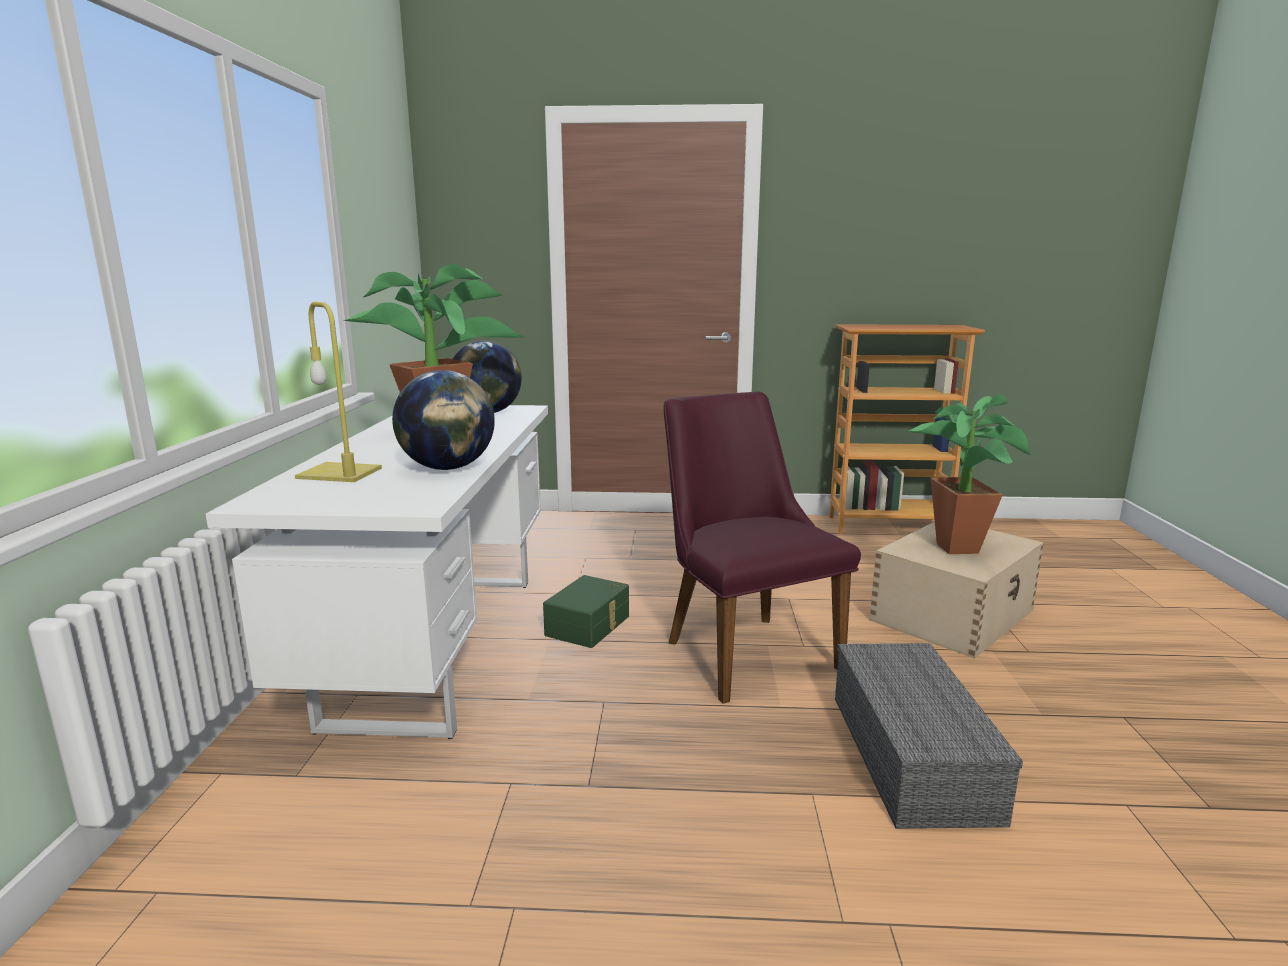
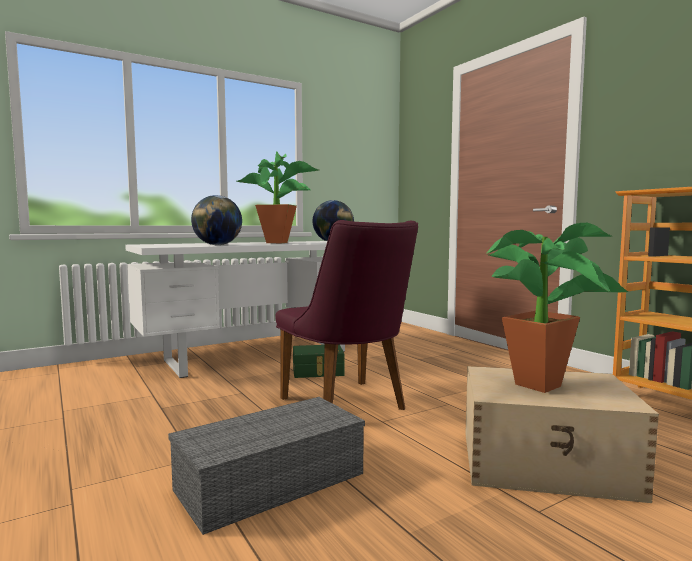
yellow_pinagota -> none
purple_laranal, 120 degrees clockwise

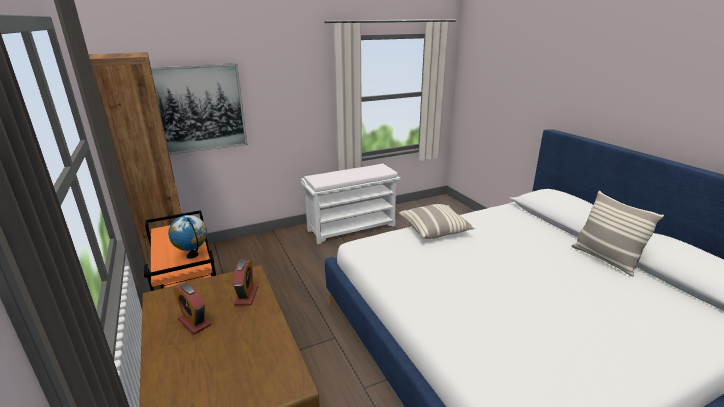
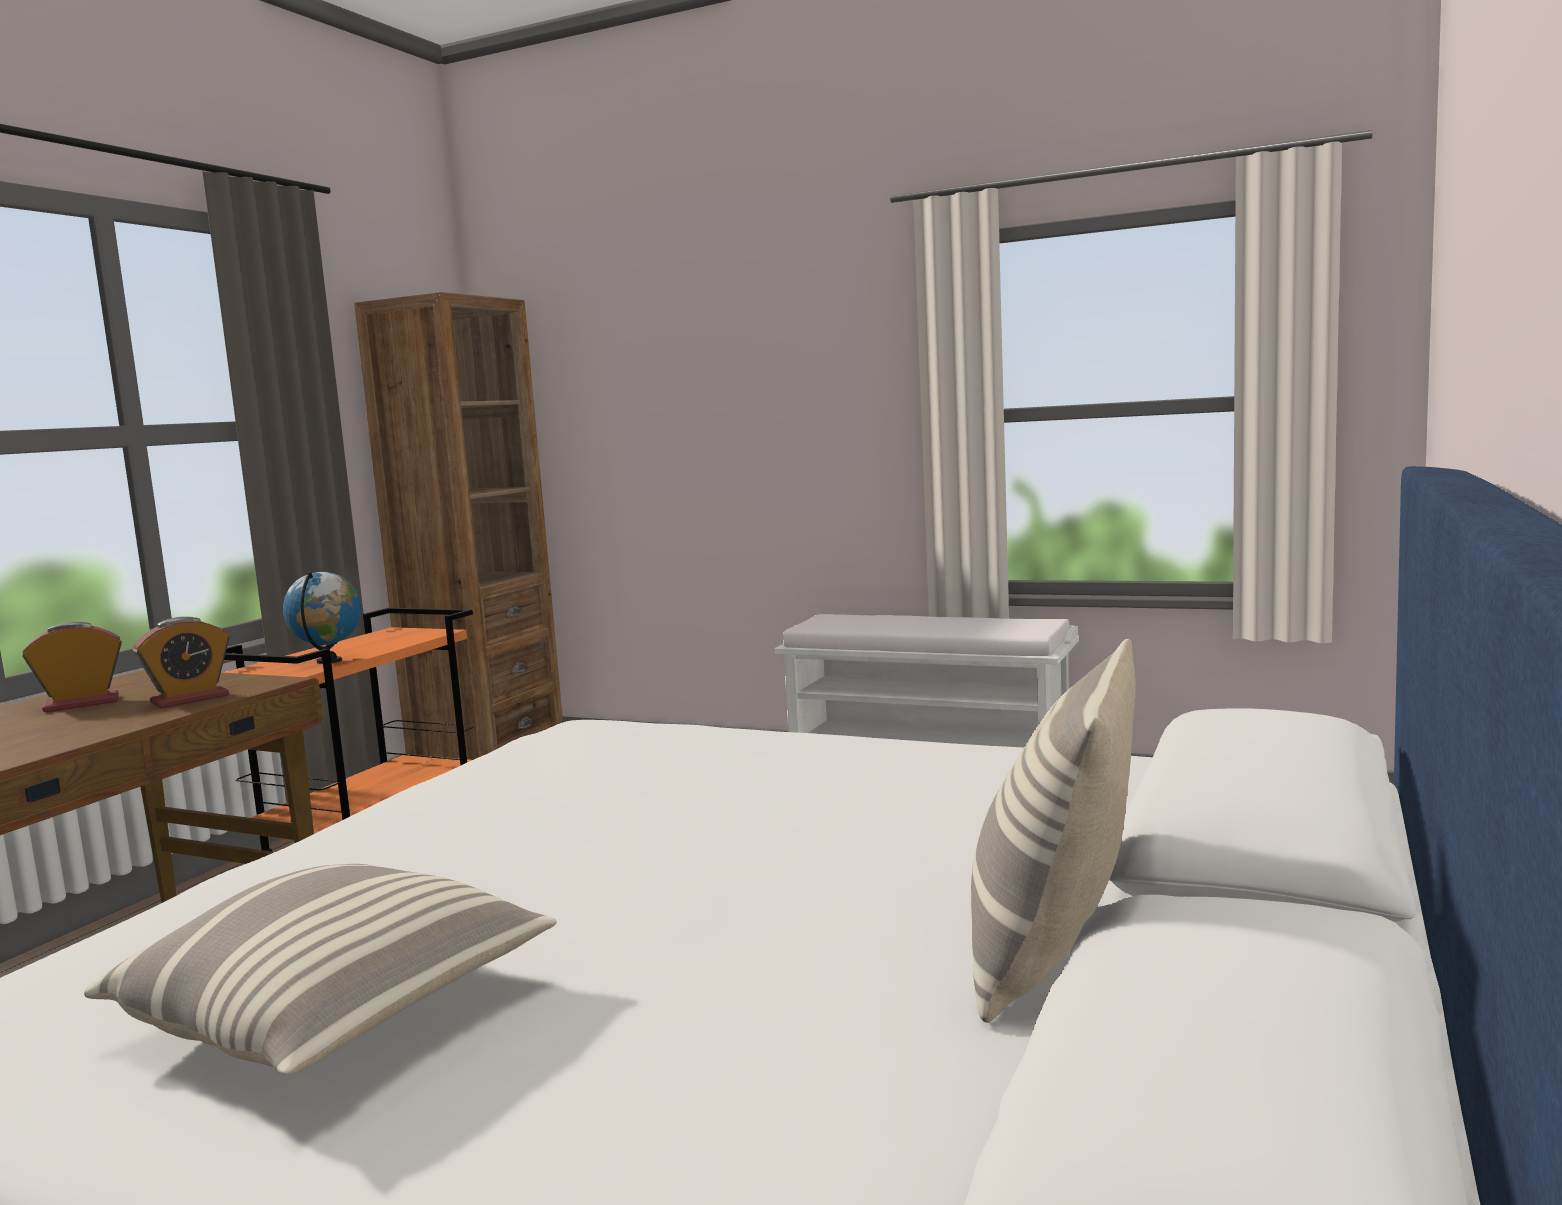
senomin -> none
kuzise (no. 1 from left), relocated
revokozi (no. 1 from left), 60 degrees clockwise

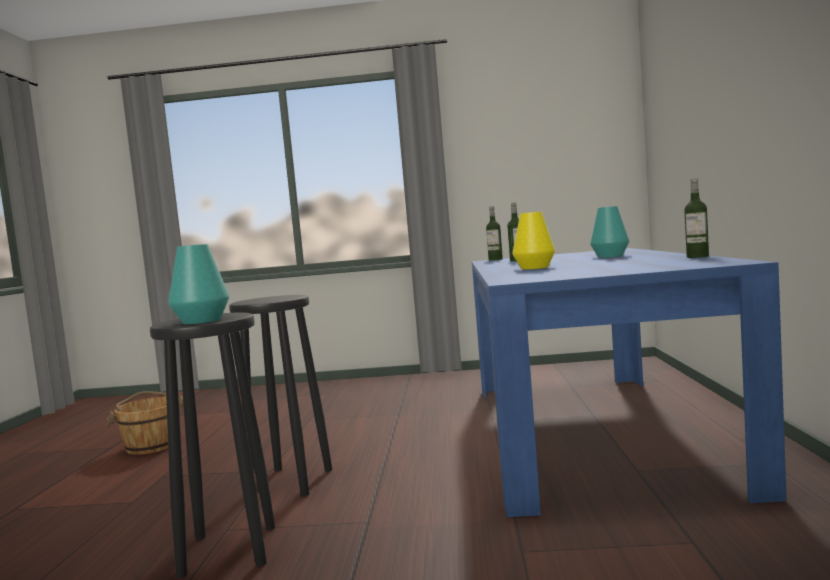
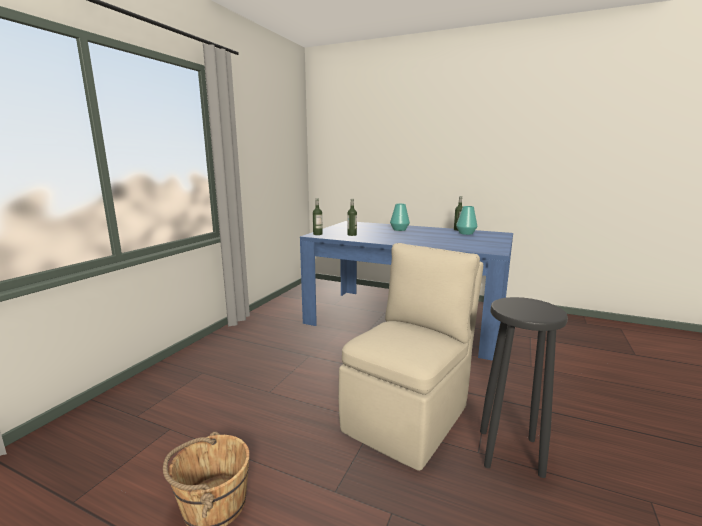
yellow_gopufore -> none
turquoise_gopufore (no. 1 from left in the first image) -> turquoise_gopufore (no. 2 from left), relocated
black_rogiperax (no. 2 from left) -> beige_laranal

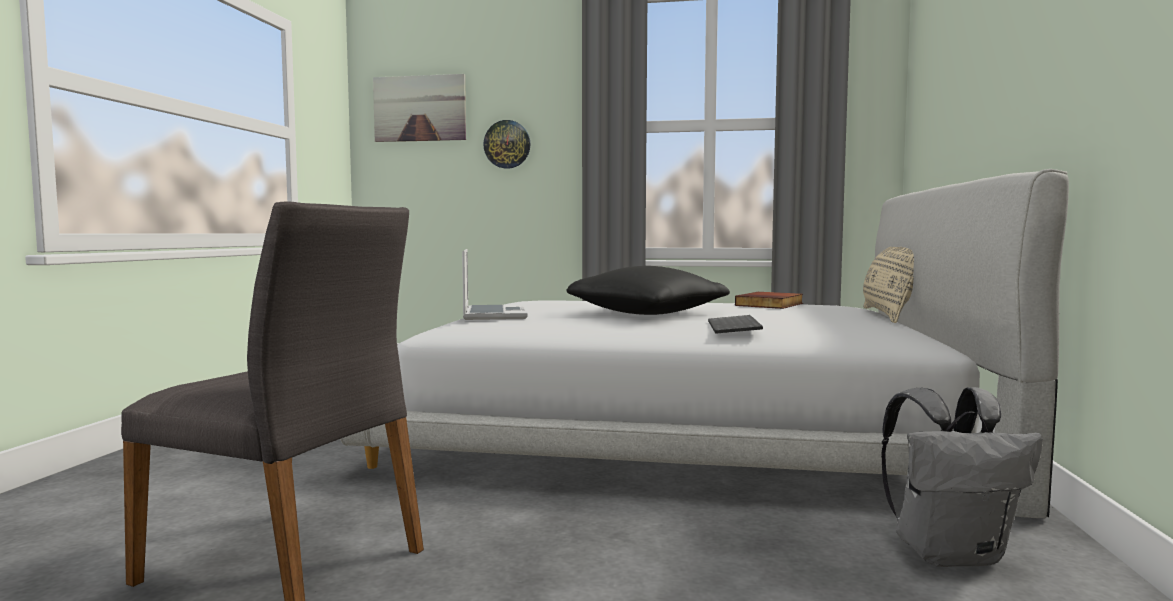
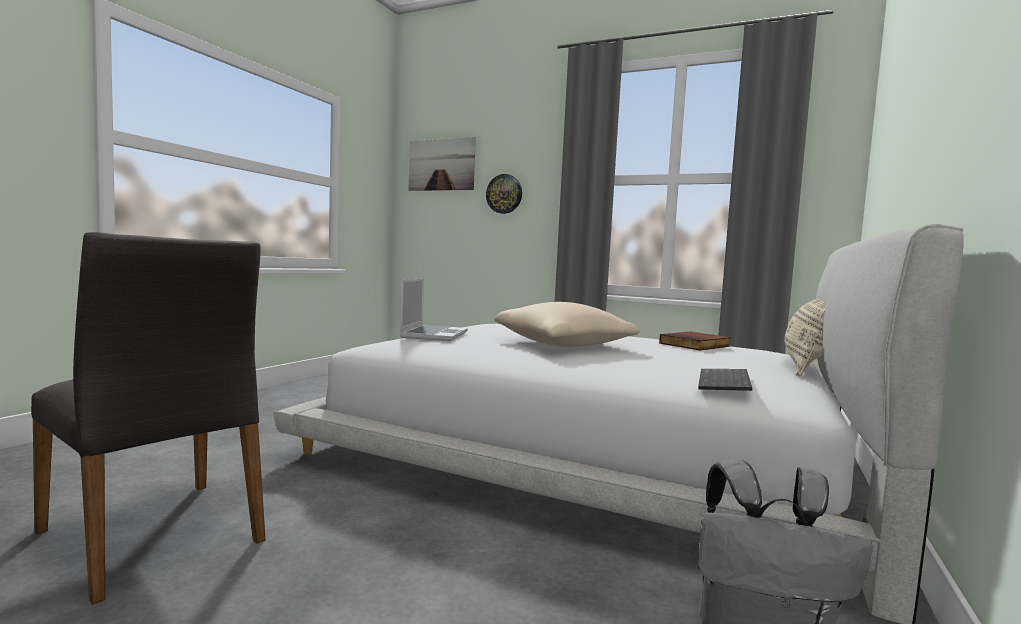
black_kuzise -> beige_kuzise (no. 1 from left)
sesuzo, relocated

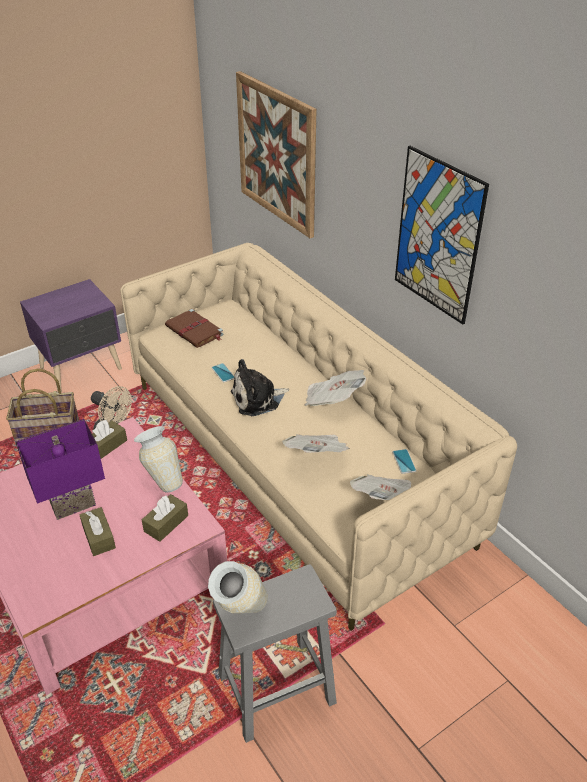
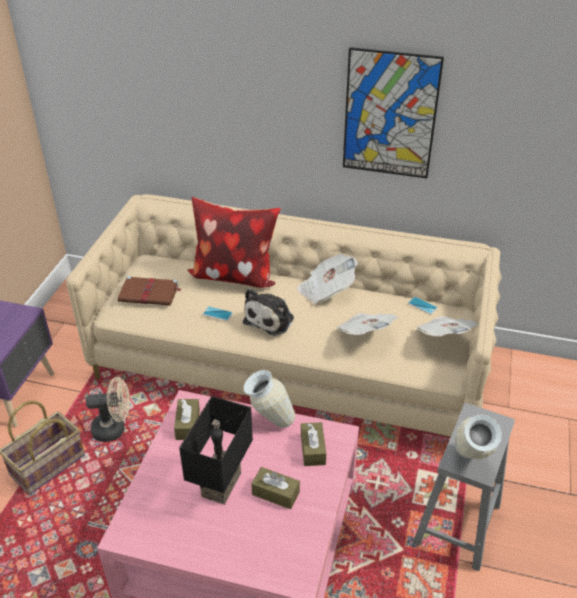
senomin (no. 1 from left) -> none
purple_pinagota -> black_pinagota
none -> kuzise

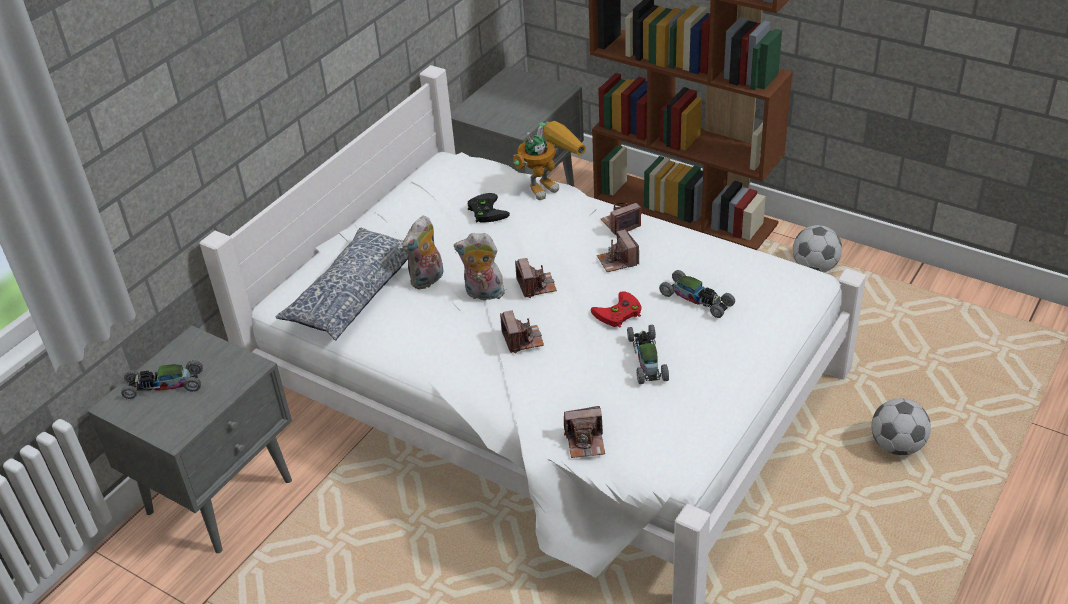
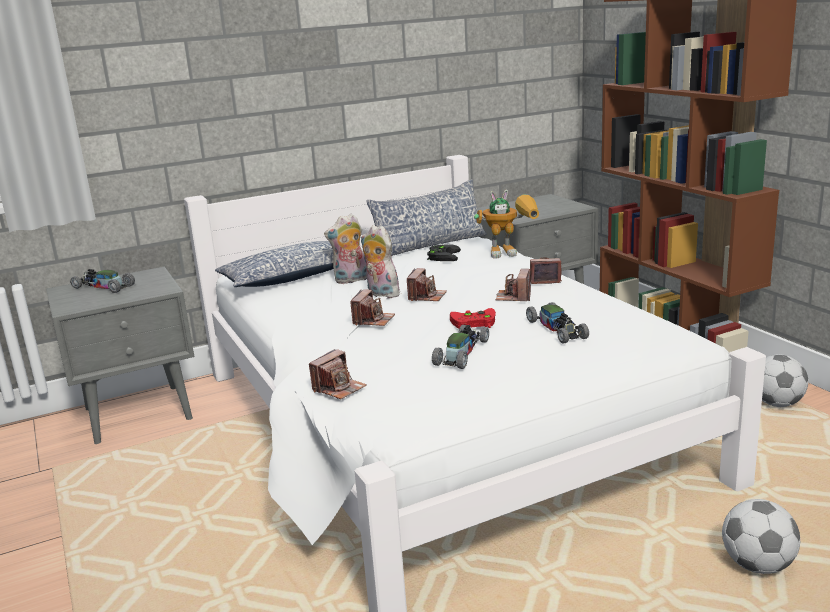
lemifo (no. 3 from left in the first image) -> lemifo (no. 1 from left), 75 degrees counterclockwise
none -> kuzise (no. 2 from left)

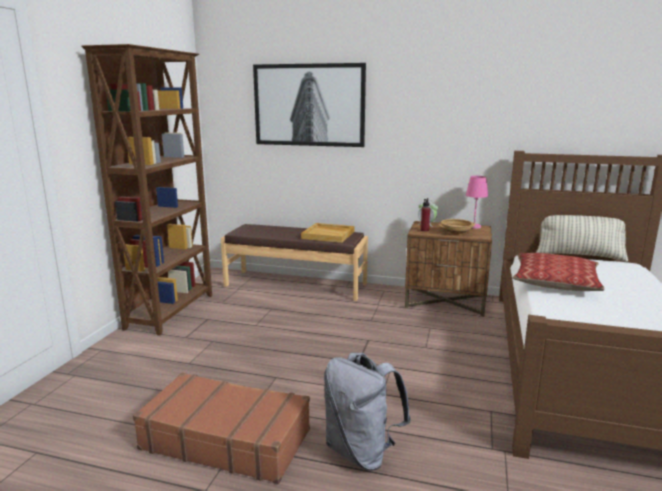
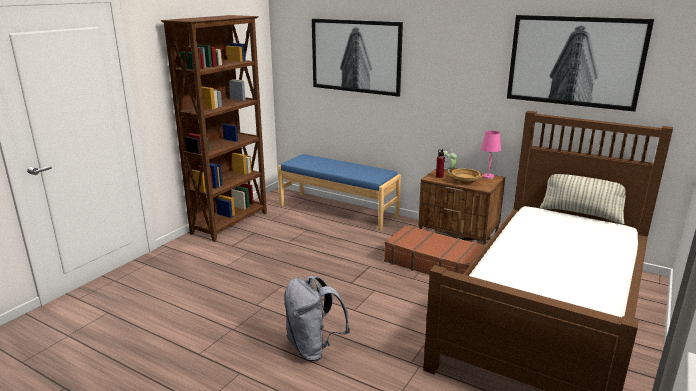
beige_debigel -> none
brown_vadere -> blue_vadere
kuzise (no. 1 from left) -> none
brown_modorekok, relocated
none -> senomin (no. 2 from left)

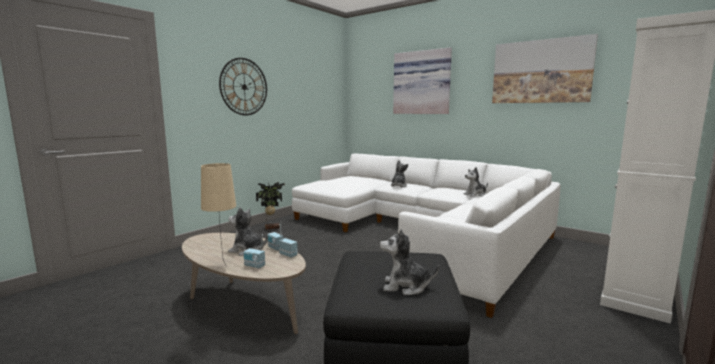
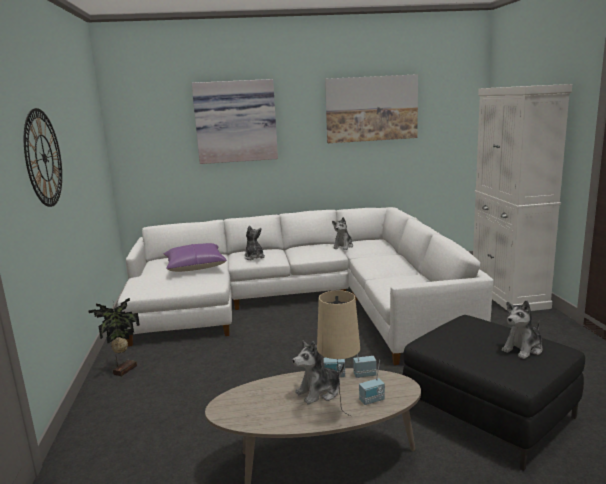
none -> purple_kuzise

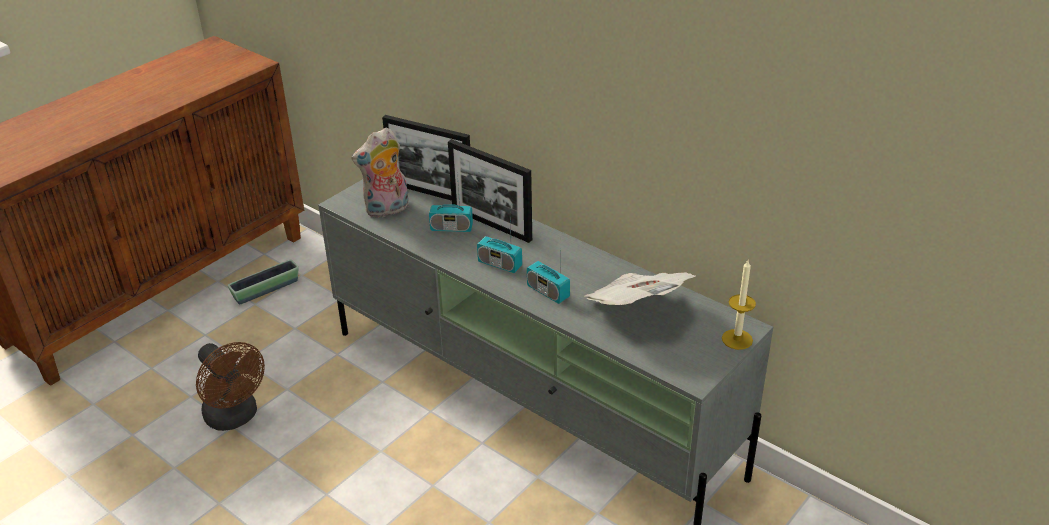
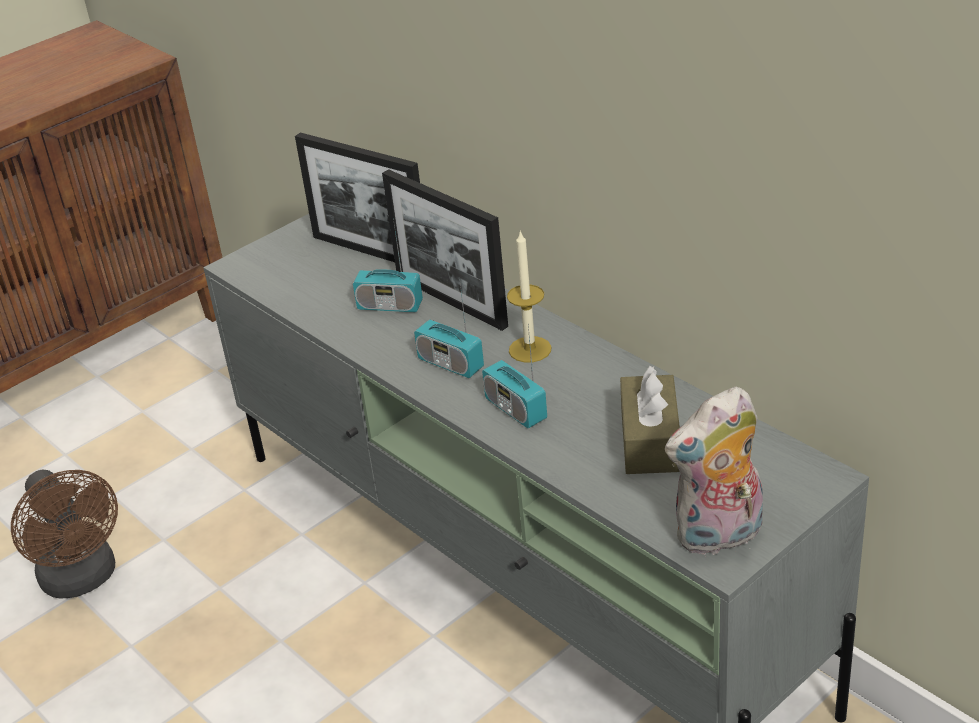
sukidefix, relocated
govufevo -> none
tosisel, relocated
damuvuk -> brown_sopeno

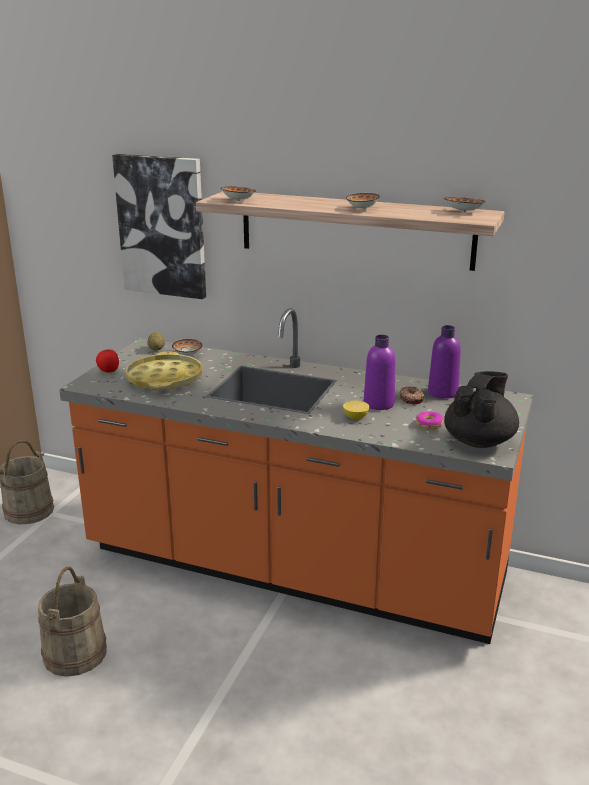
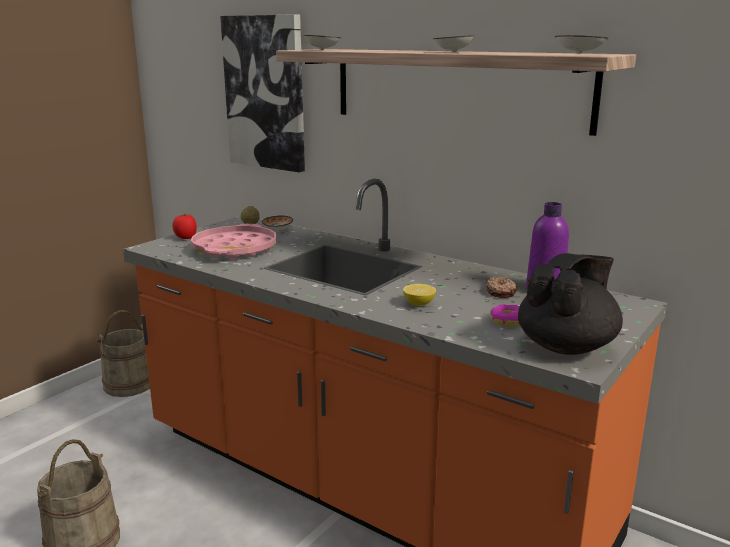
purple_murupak (no. 1 from left) -> none
yellow_debigel -> pink_debigel

